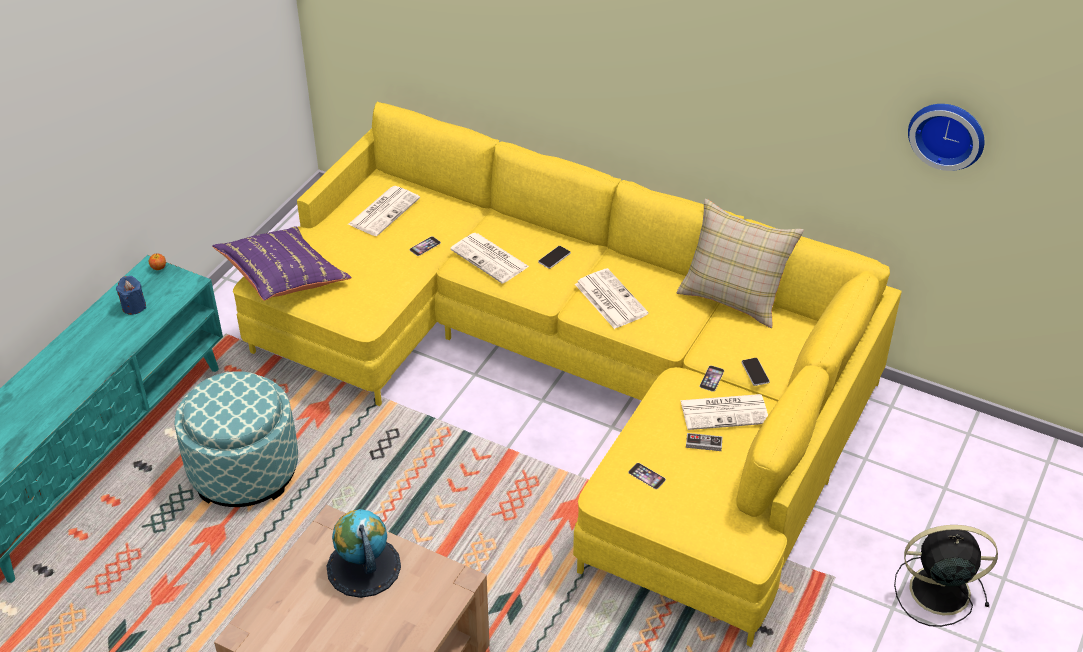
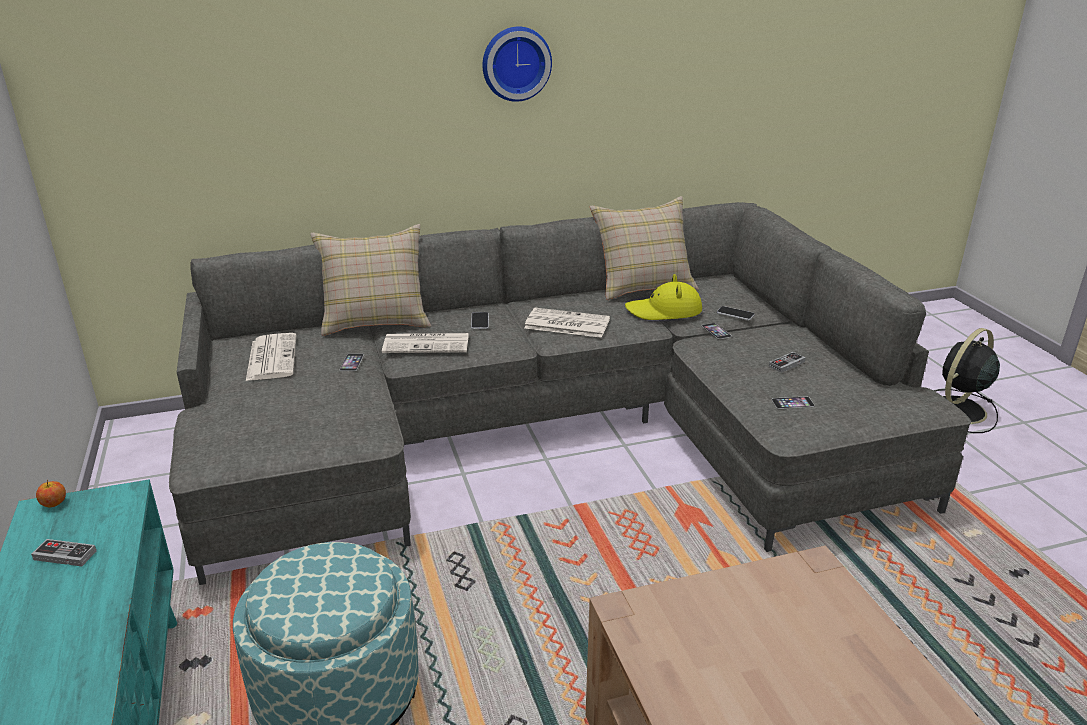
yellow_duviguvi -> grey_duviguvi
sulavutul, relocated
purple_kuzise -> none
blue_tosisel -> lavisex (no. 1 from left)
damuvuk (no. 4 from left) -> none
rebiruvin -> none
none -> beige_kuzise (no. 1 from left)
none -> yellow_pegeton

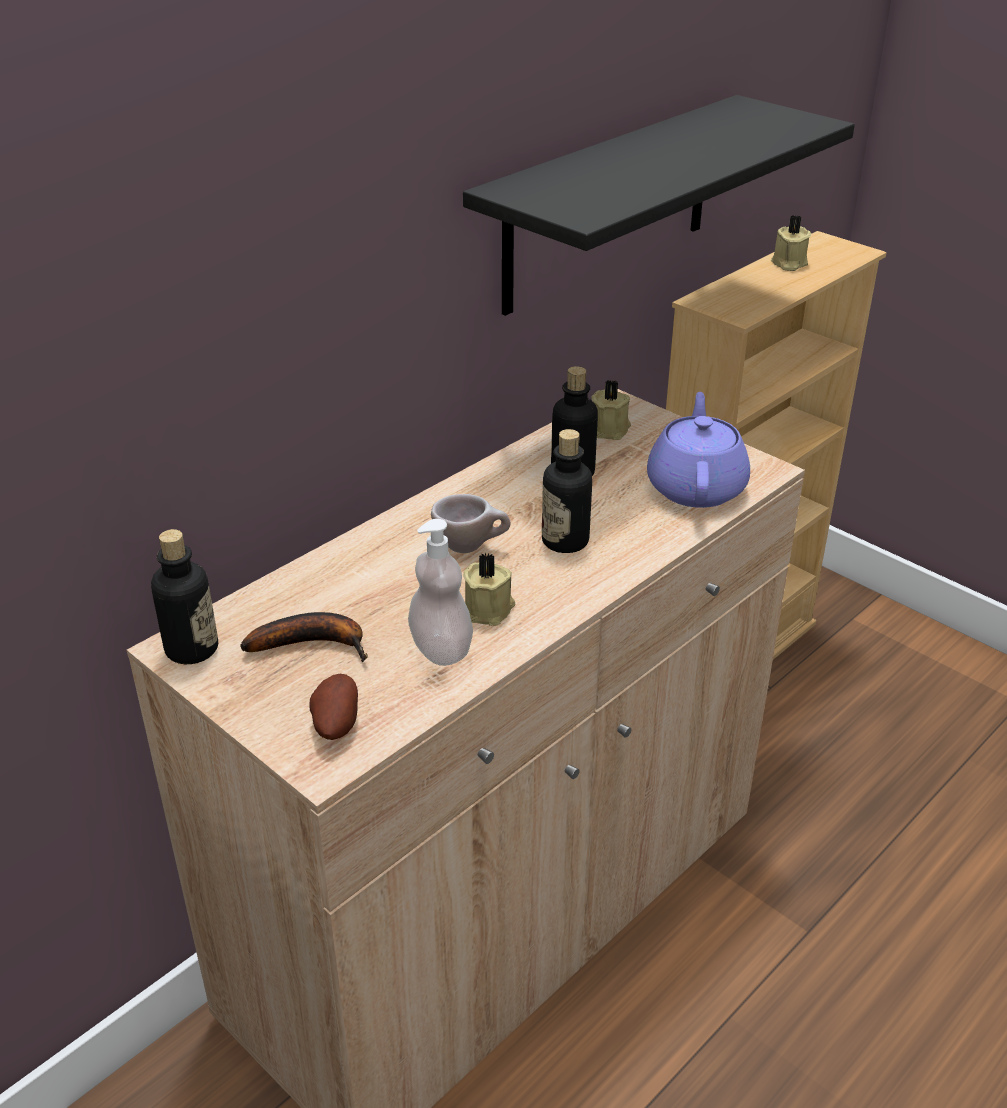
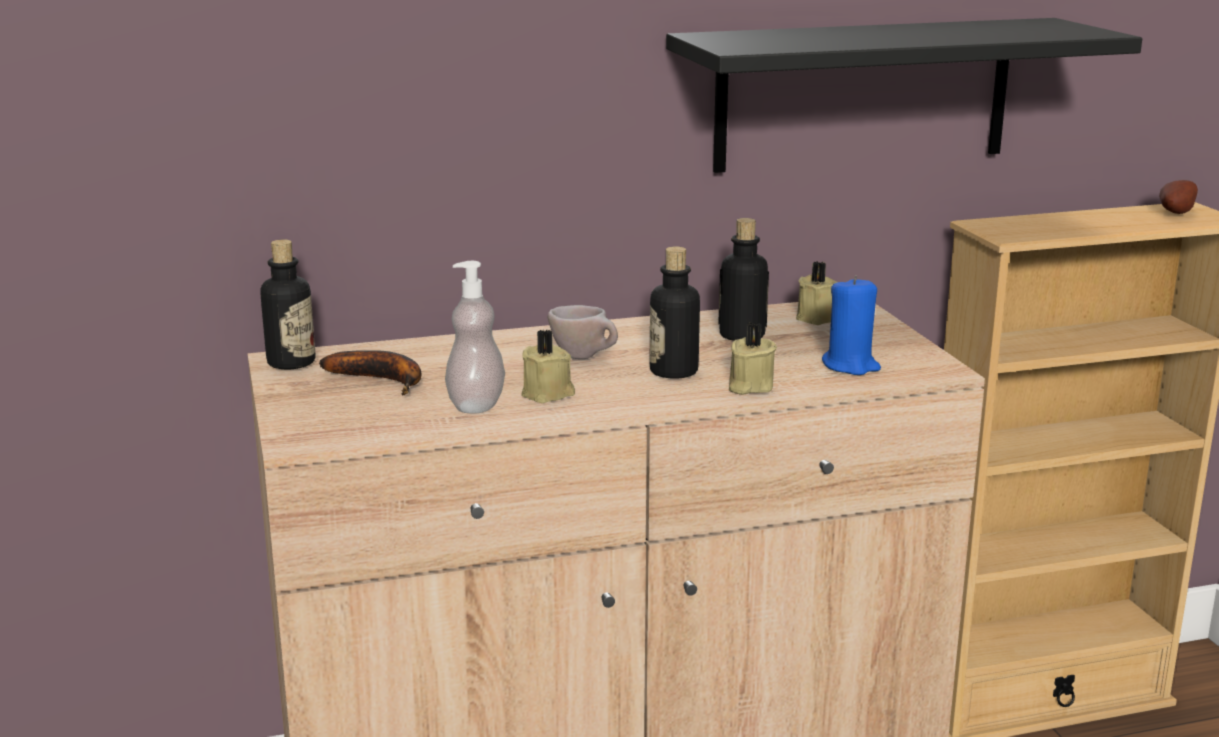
beige_tosisel (no. 3 from left in the first image) -> beige_tosisel (no. 2 from left), relocated
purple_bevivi -> blue_tosisel
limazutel, relocated

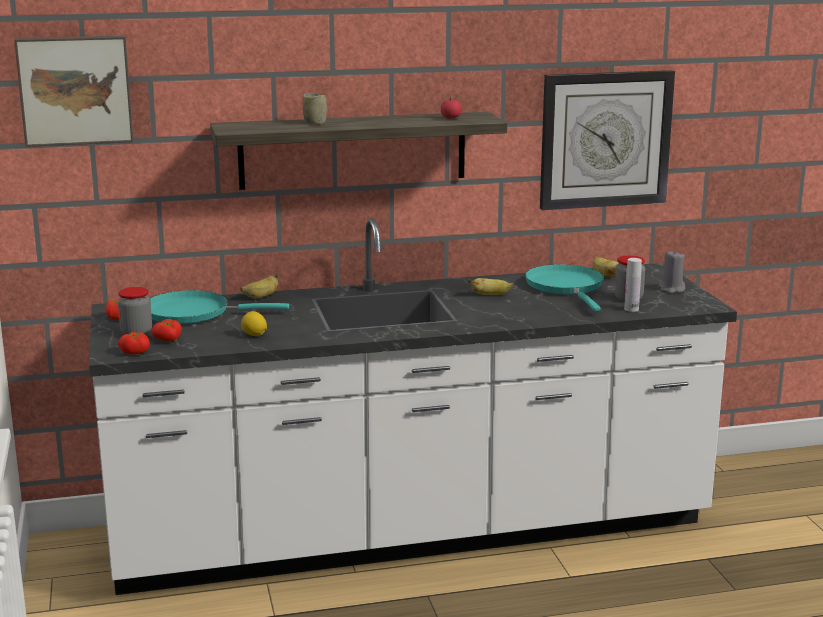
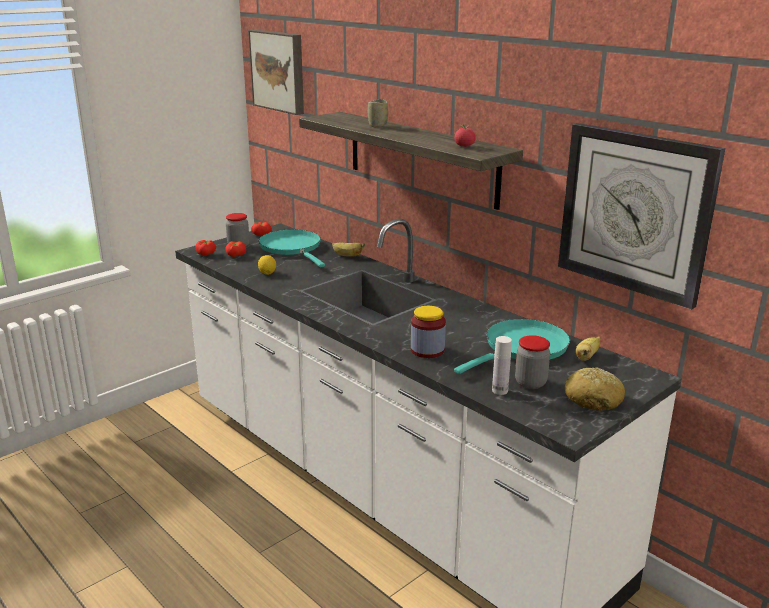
grey_tosisel -> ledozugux
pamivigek (no. 2 from left) -> none
none -> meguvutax (no. 2 from left)

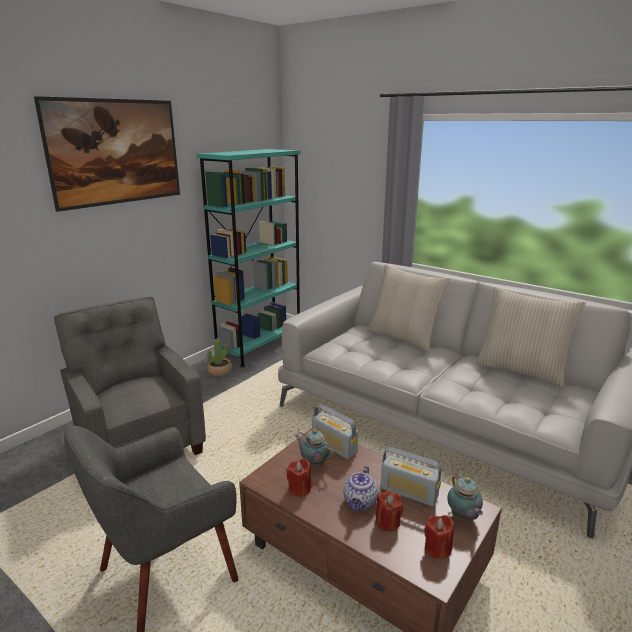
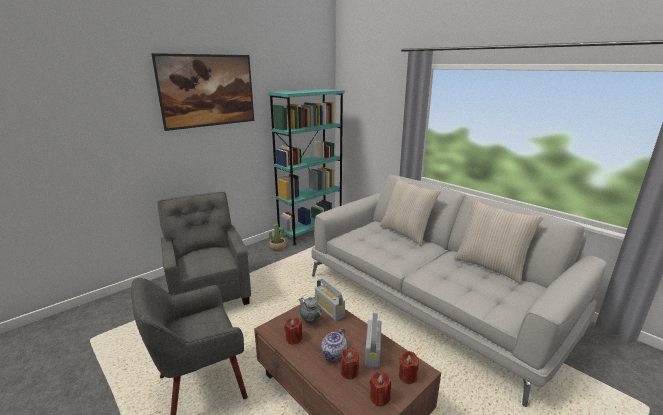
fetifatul (no. 2 from left), 120 degrees counterclockwise
bevivi (no. 3 from left) -> red_tosisel (no. 4 from left)

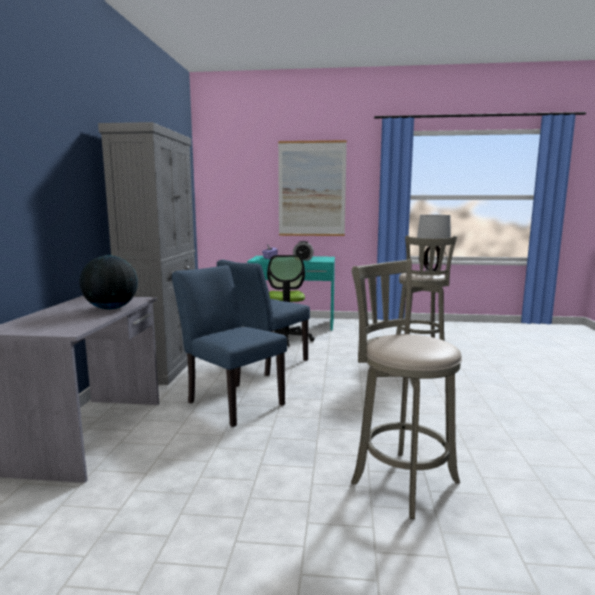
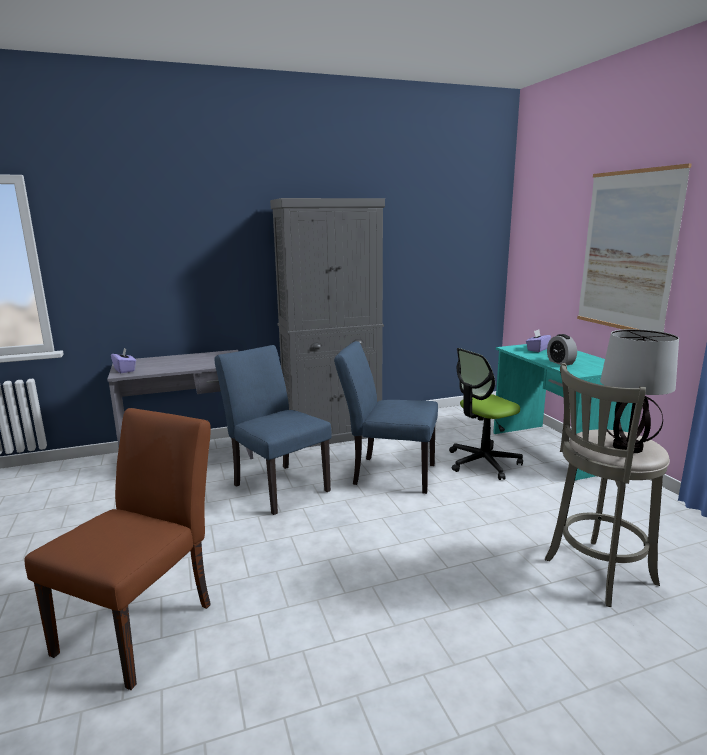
rebiruvin -> none
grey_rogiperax (no. 1 from left) -> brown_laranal
blue_laranal (no. 1 from left), 60 degrees counterclockwise
none -> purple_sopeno (no. 1 from left)

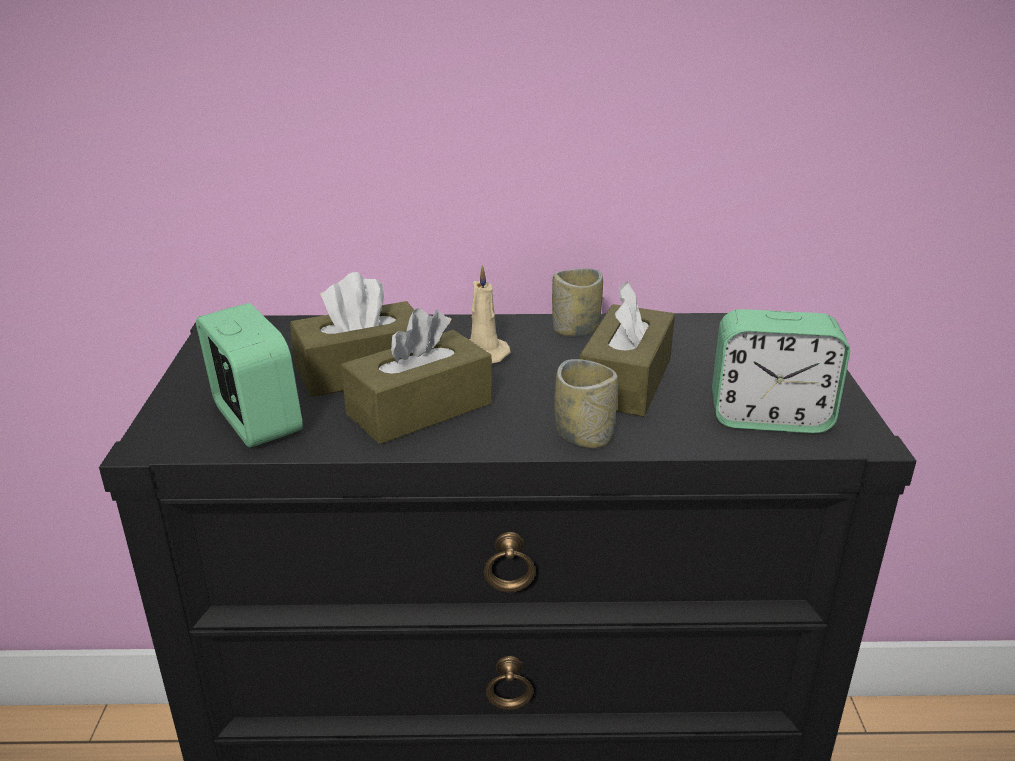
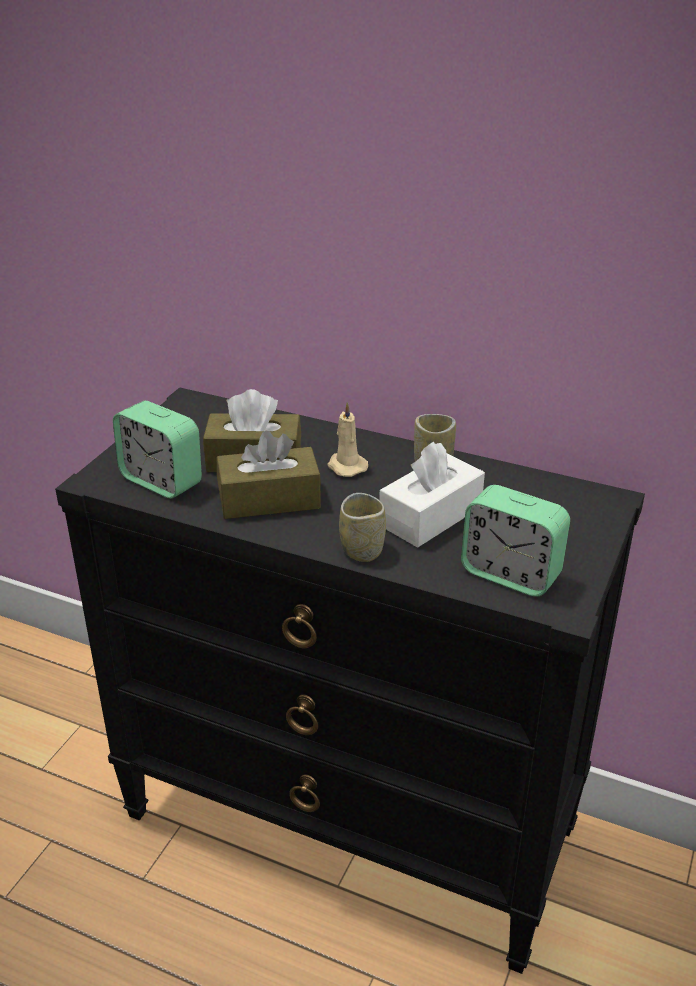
brown_sopeno (no. 3 from left) -> white_sopeno
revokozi (no. 1 from left), 135 degrees clockwise

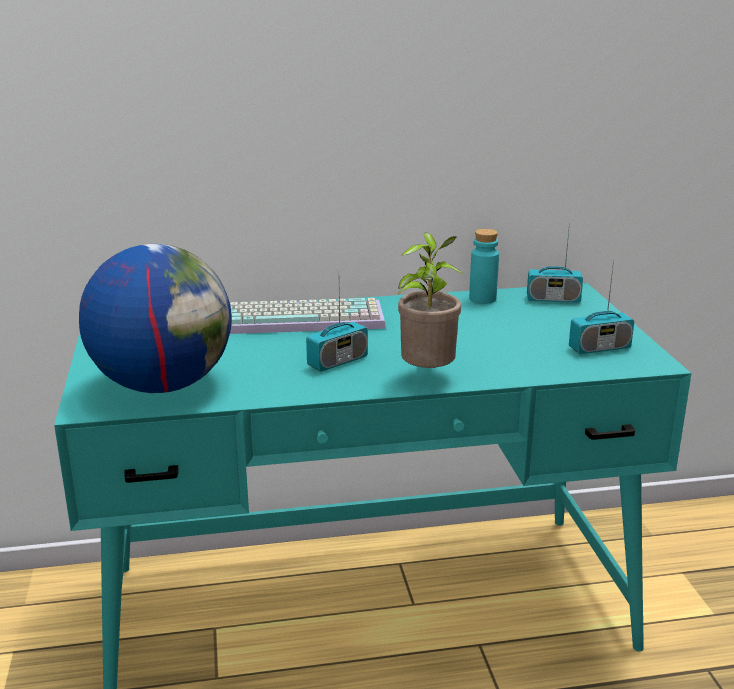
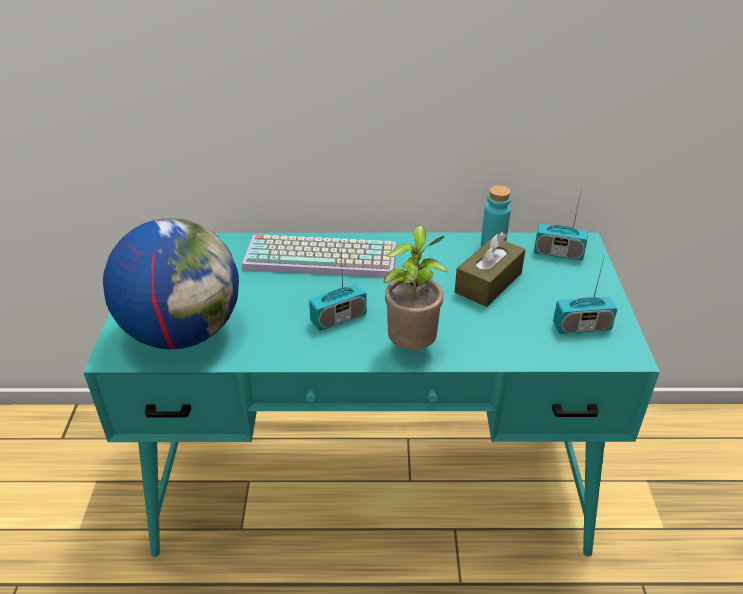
none -> brown_sopeno

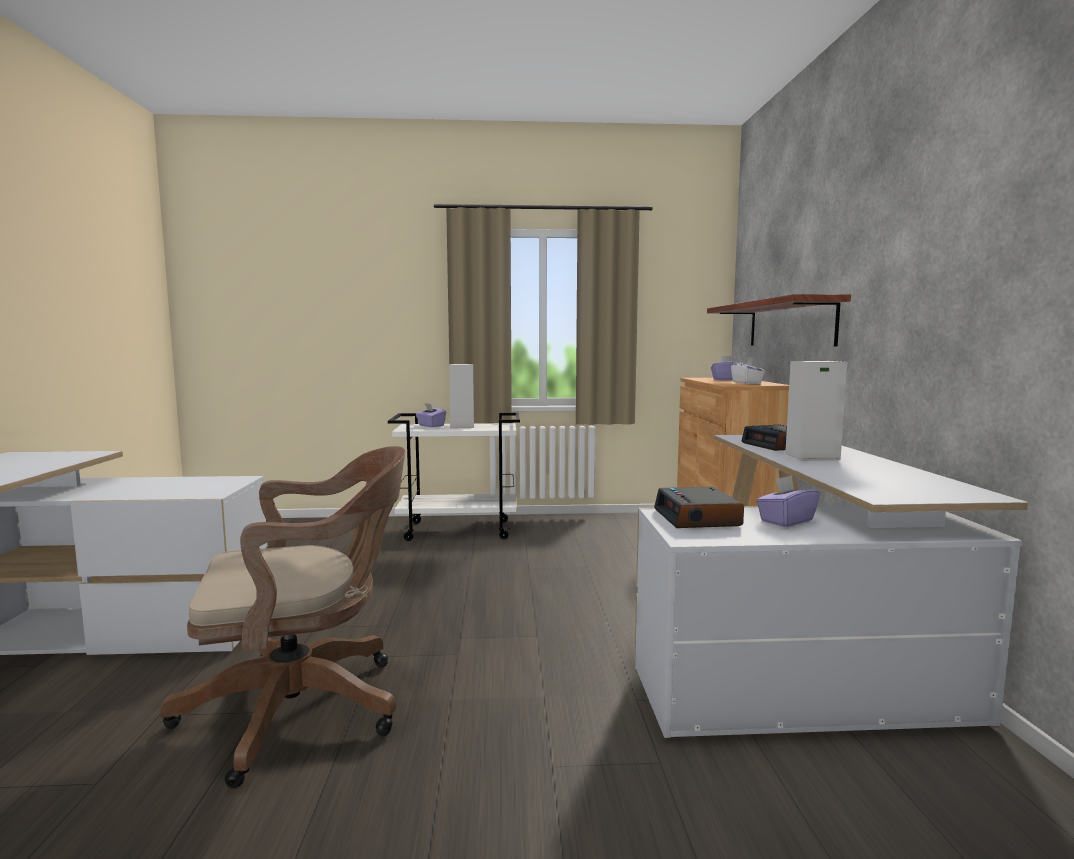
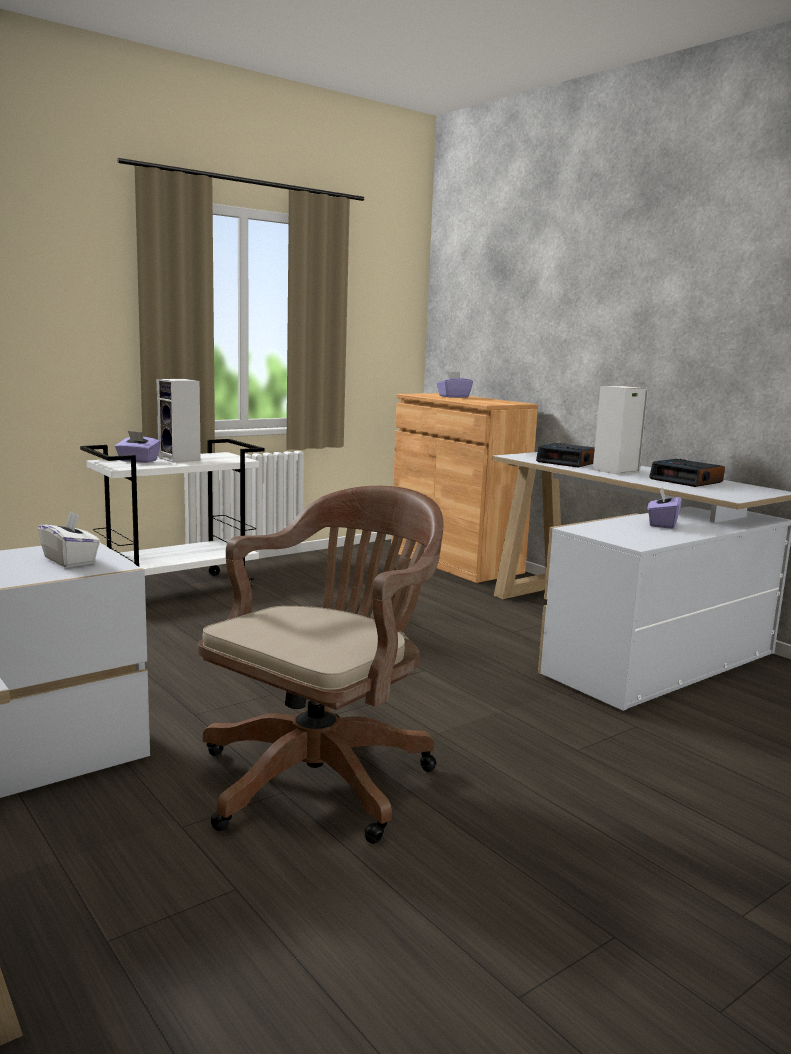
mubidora -> none
white_sopeno, relocated
revokozi (no. 1 from left in the first image) -> revokozi (no. 2 from left), relocated

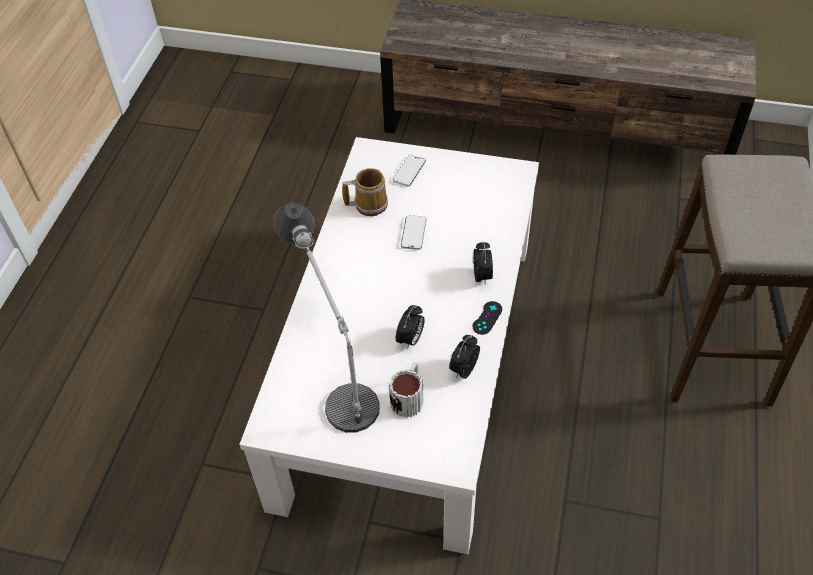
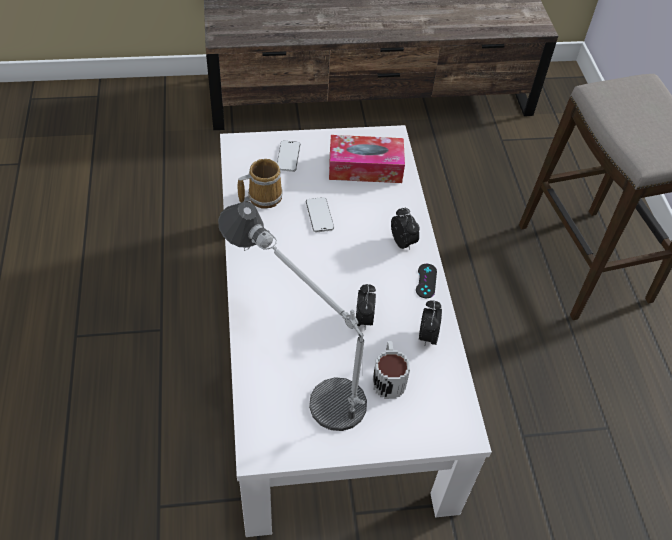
none -> sopeno

